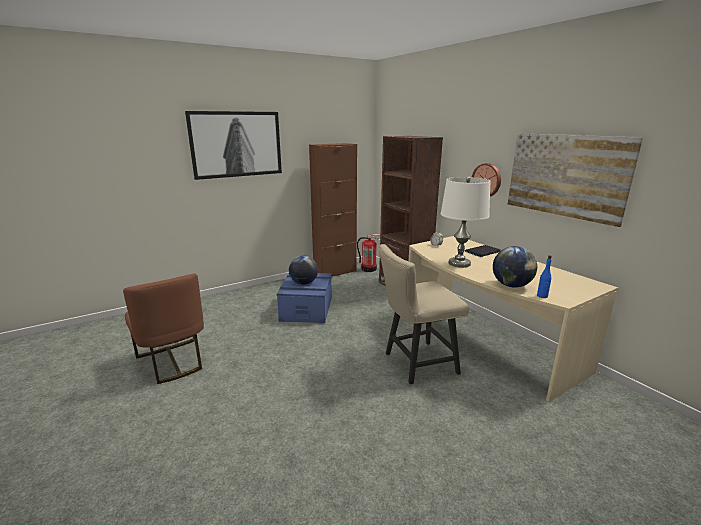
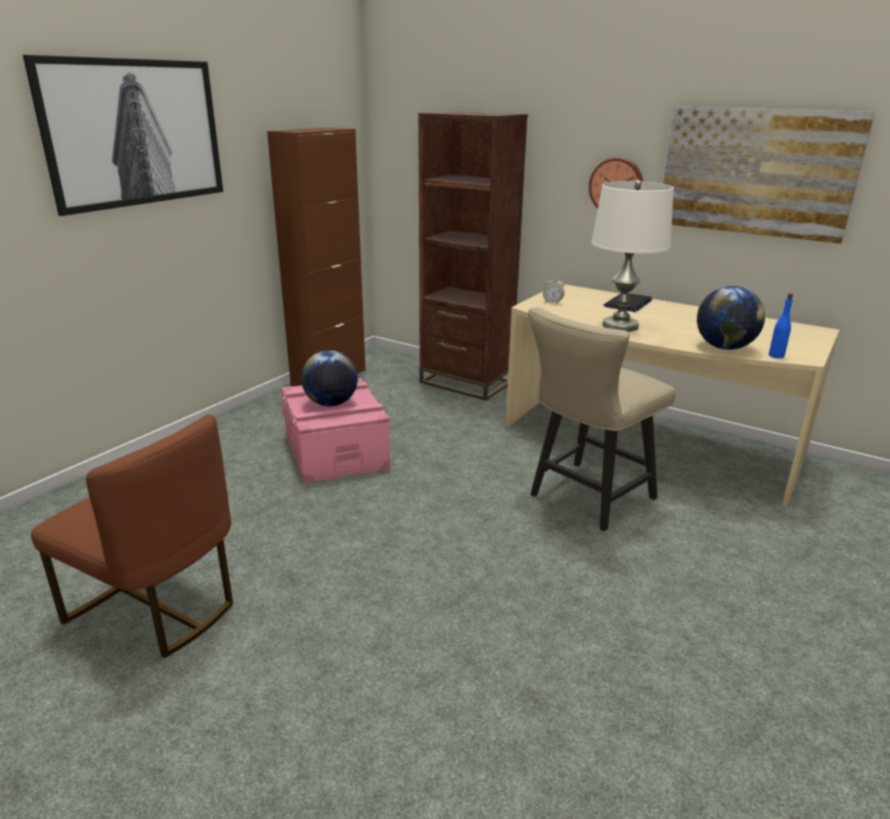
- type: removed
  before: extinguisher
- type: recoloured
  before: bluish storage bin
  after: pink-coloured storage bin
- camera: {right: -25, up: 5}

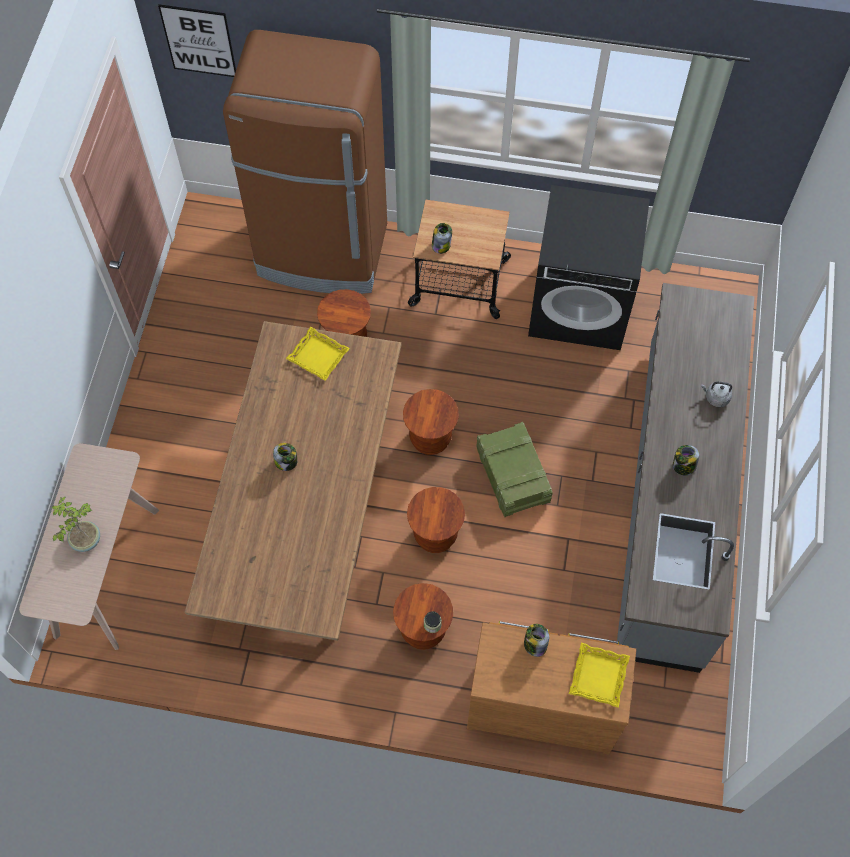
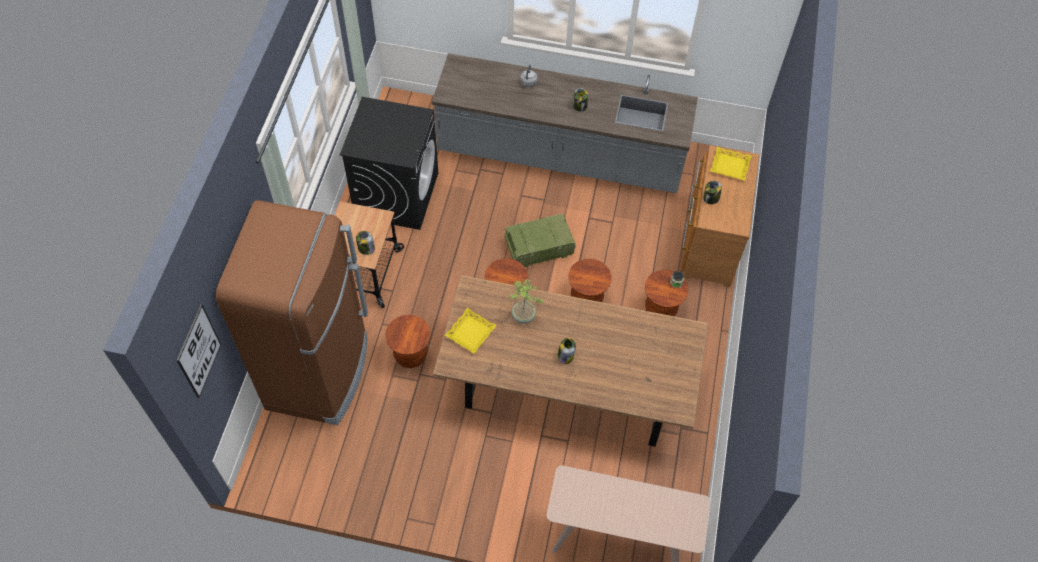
- type: moved
  before: potted plant
- camera: {right: -90, up: -5}

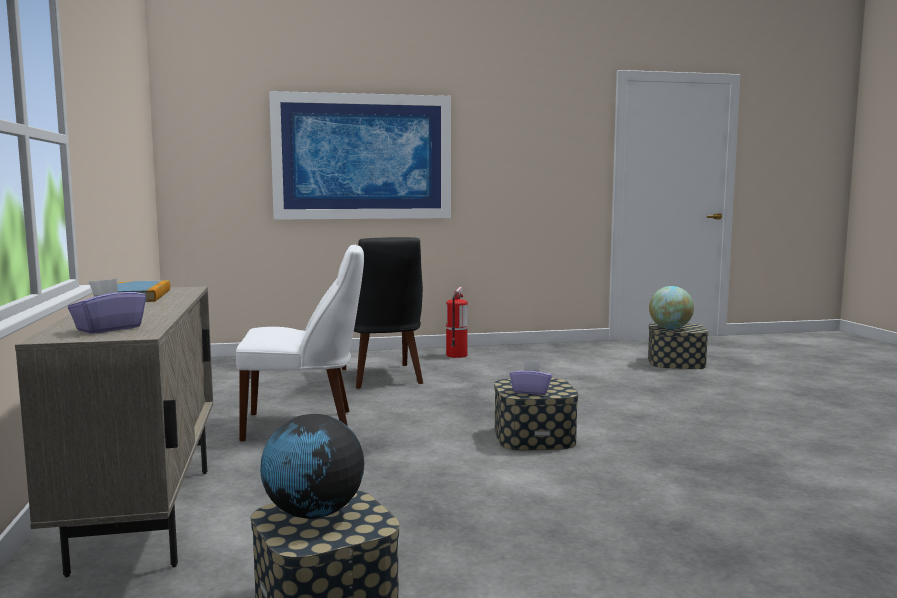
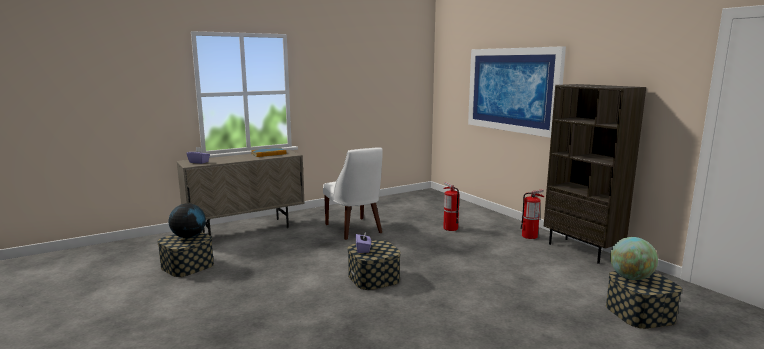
- type: replaced
  before: black-coloured plain chair
  after: extinguisher (1st from left)
- type: added
  after: brown bookshelf
- camera: {right: 70, up: 5}

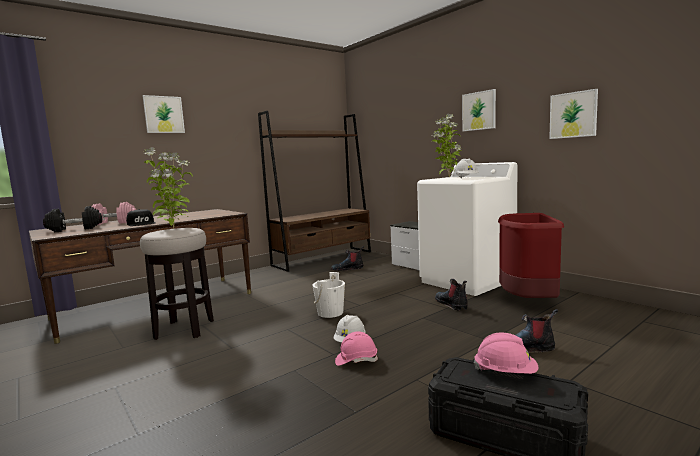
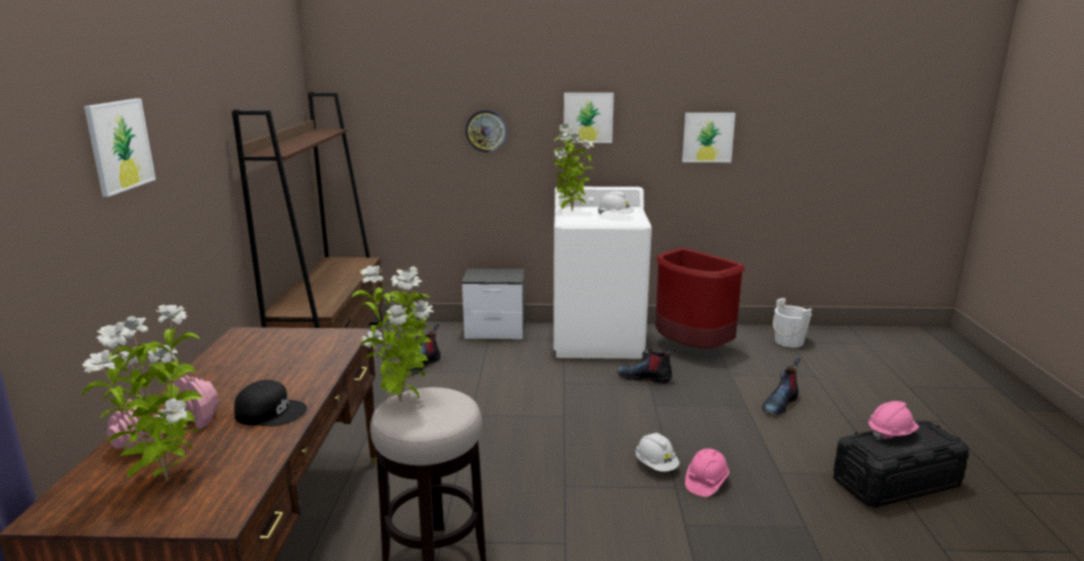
- type: replaced
  before: black-coloured hand weight
  after: potted plant (1st from left)
- type: moved
  before: whitish pail
- type: added
  after: clock on the wall
- camera: {right: -50, up: 10}

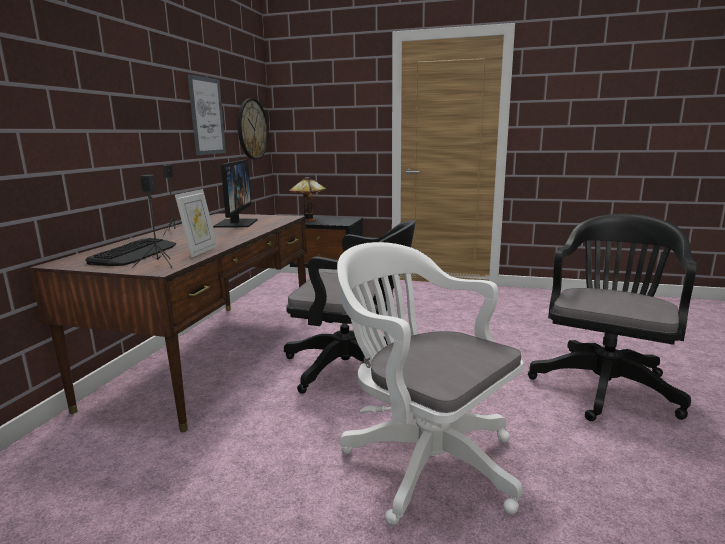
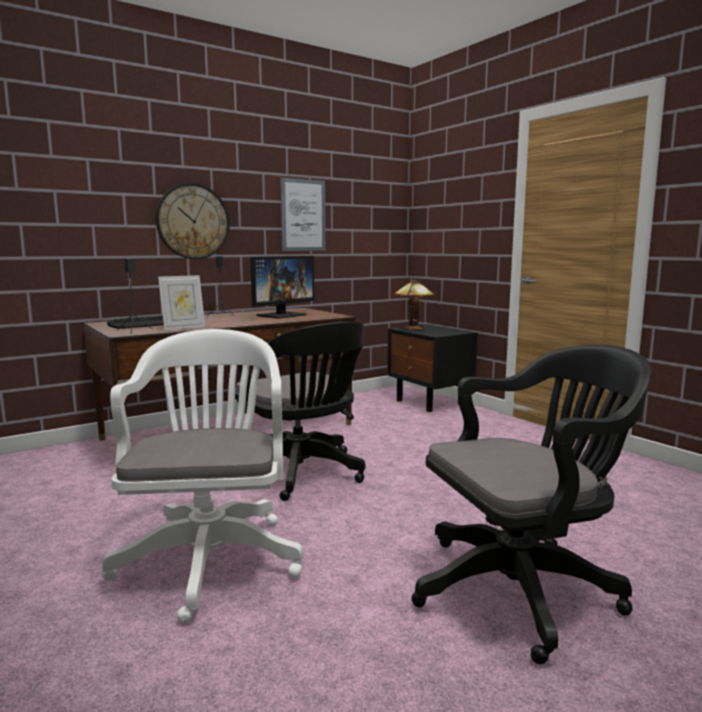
- type: moved
  before: clock on the wall
- camera: {right: 40, up: -5}

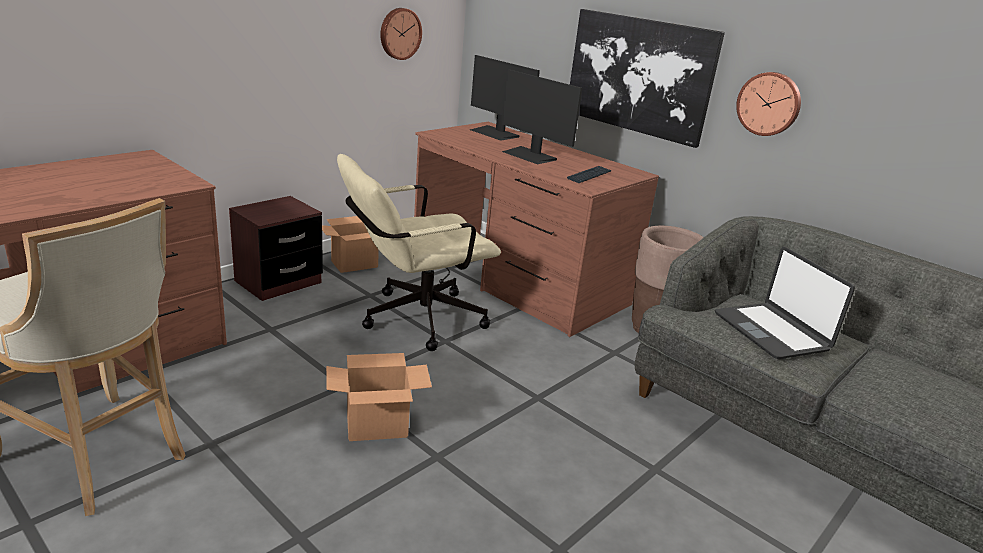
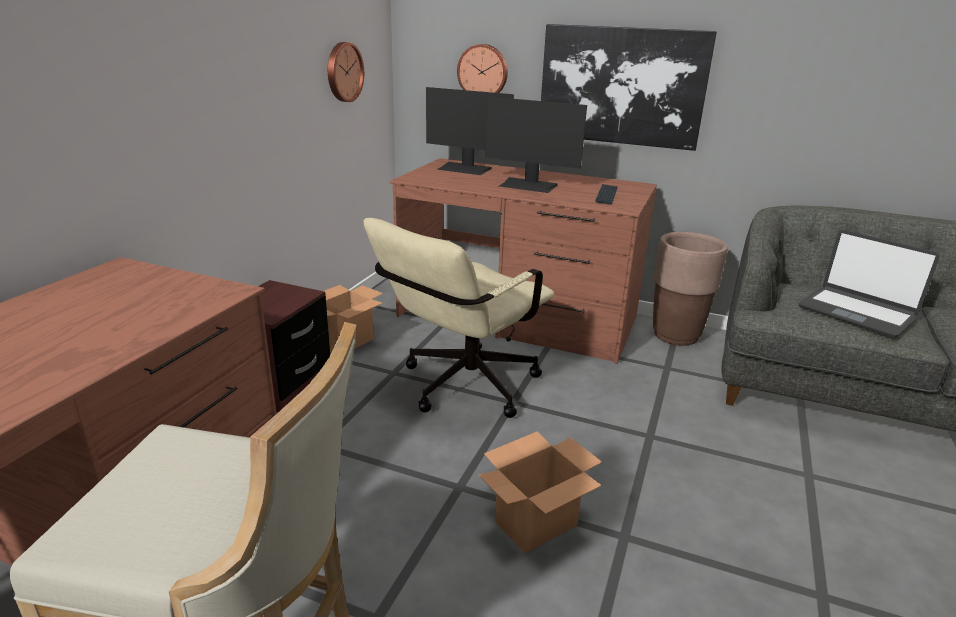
- type: moved
  before: clock on the wall (2nd from left)
- camera: {right: -20, up: 0}

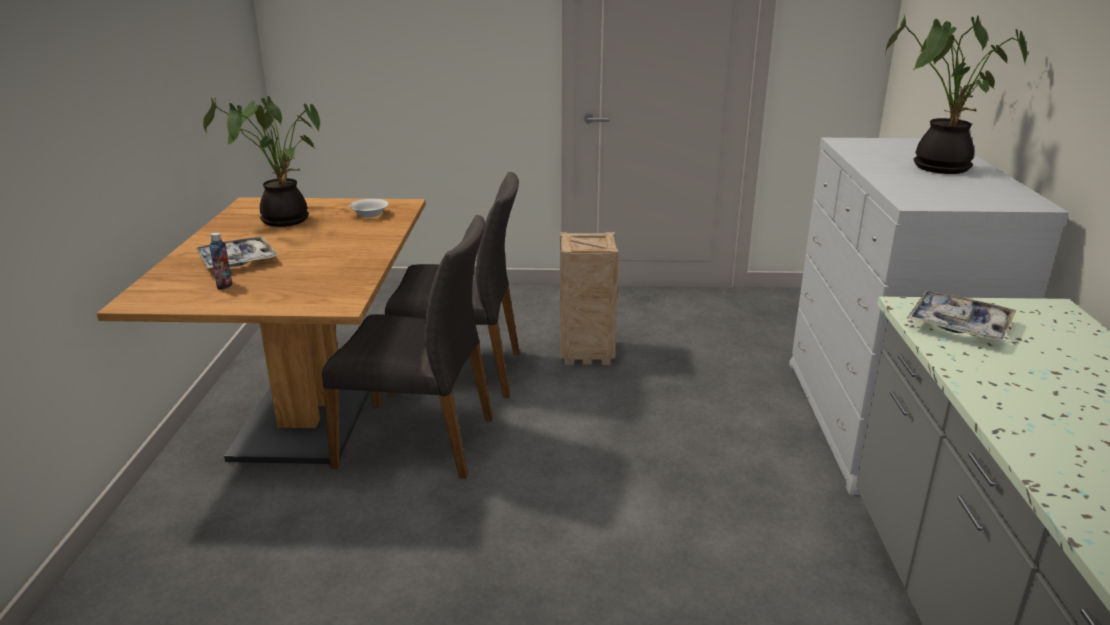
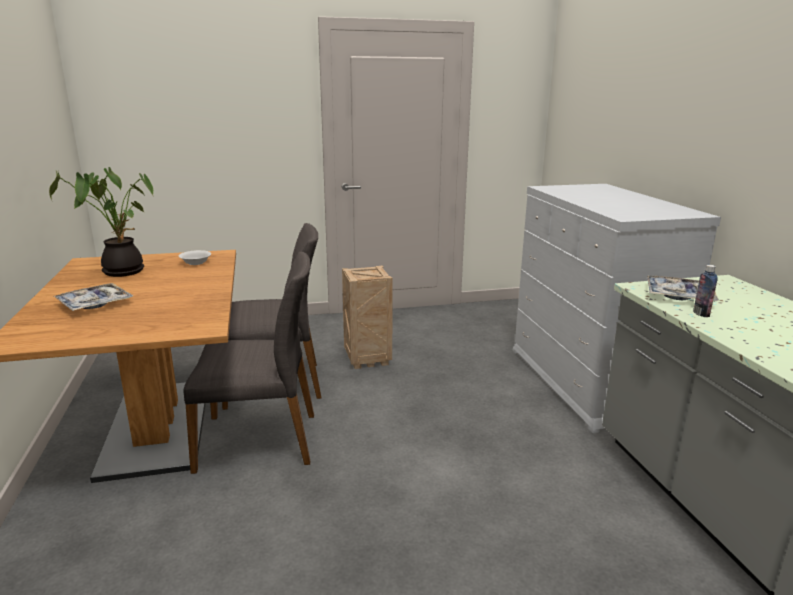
- type: removed
  before: potted plant (2nd from left)
- type: moved
  before: drink bottle
- camera: {right: -15, up: -5}

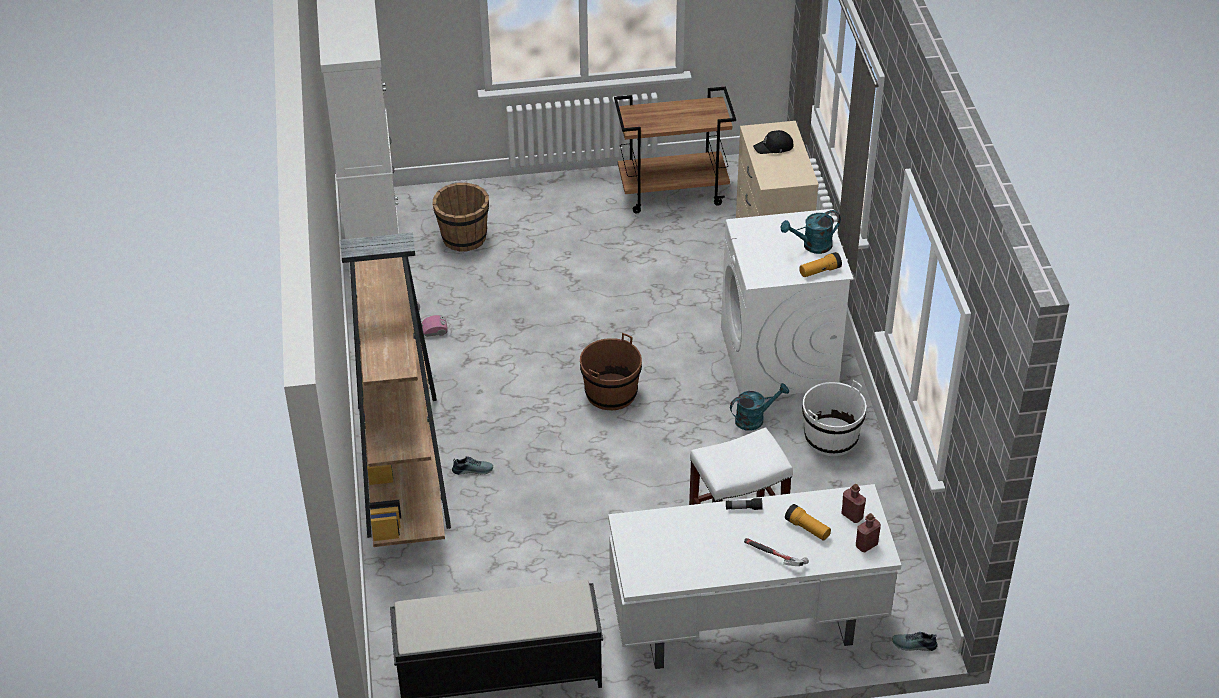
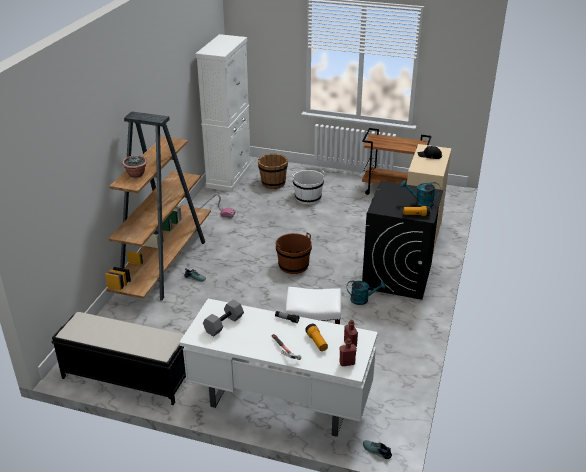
- type: recoloured
  before: whitish laundry appliance
  after: black-coloured laundry appliance
- type: moved
  before: whitish pail
- type: added
  after: potted plant
- type: added
  after: grey hand weight
- camera: {right: 25, up: -10}

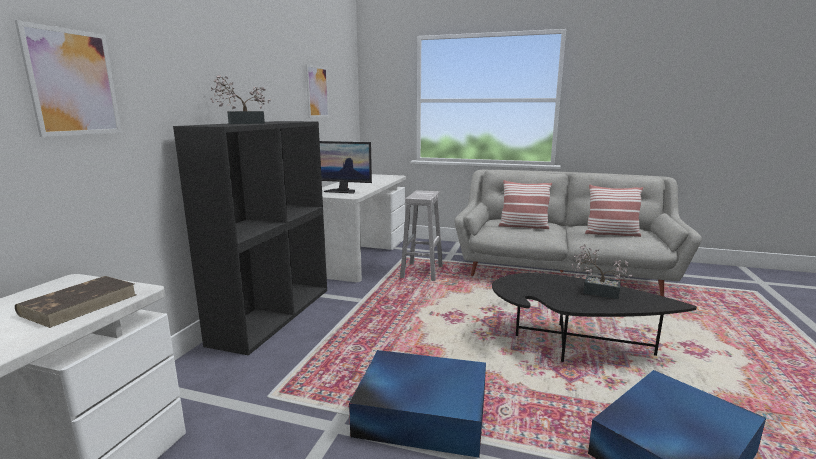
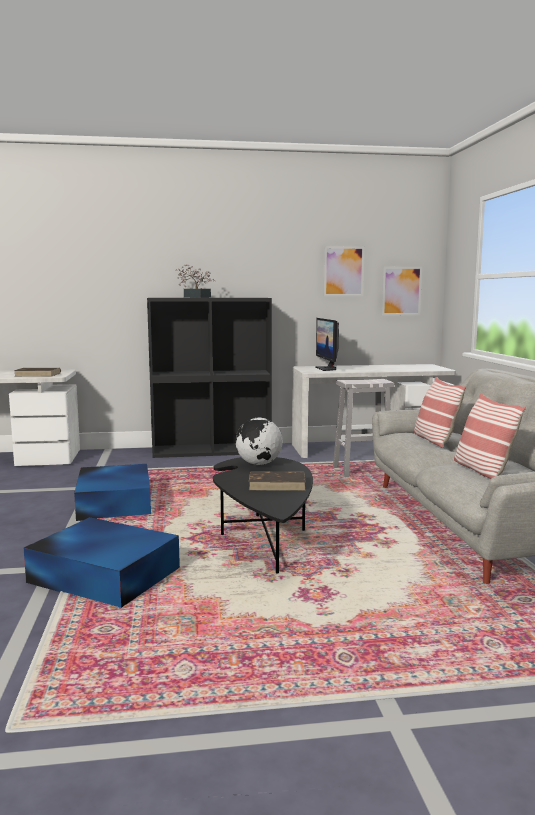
- type: moved
  before: picture (1st from left in the first image)
  after: picture (2nd from left)
- type: replaced
  before: potted plant (2nd from left)
  after: brown bound book (2nd from left)
- type: added
  after: globe
- camera: {right: 65, up: -5}

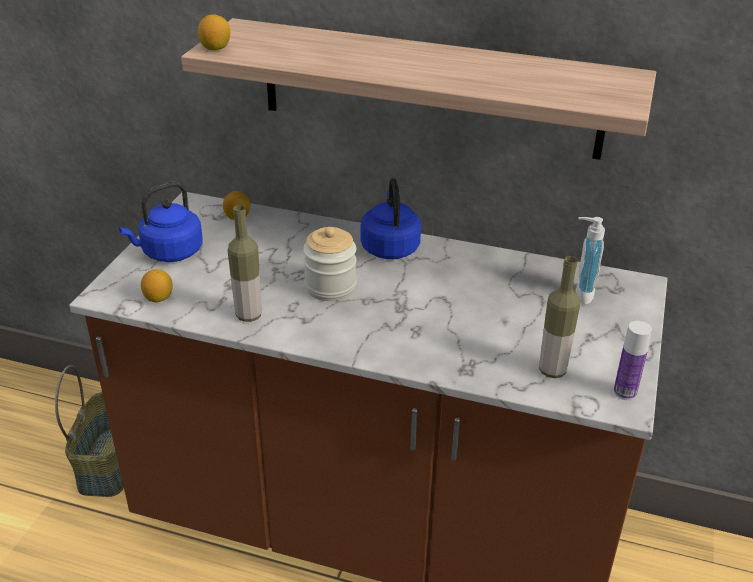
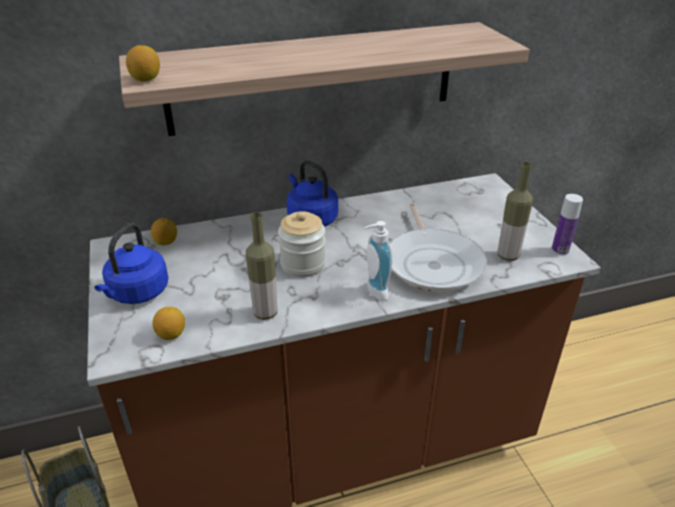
- type: moved
  before: soap dispenser
- type: added
  after: frying pan
- camera: {right: -35, up: 0}

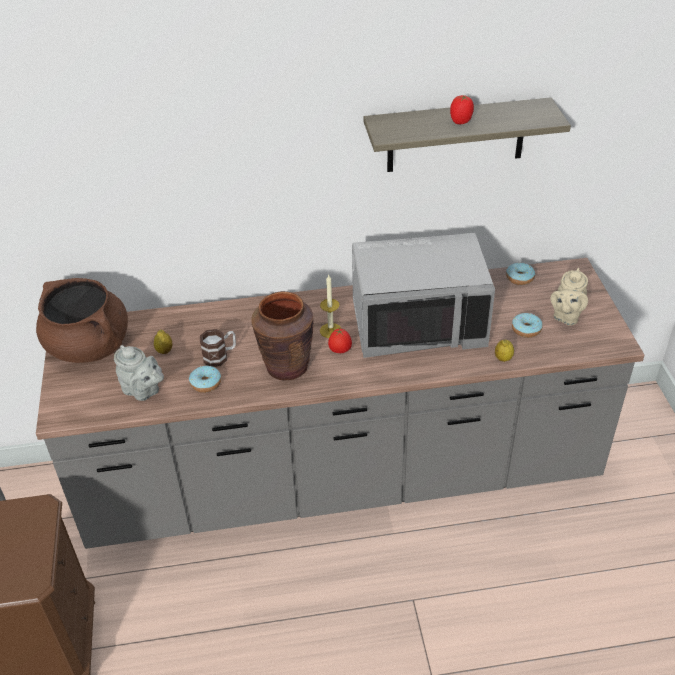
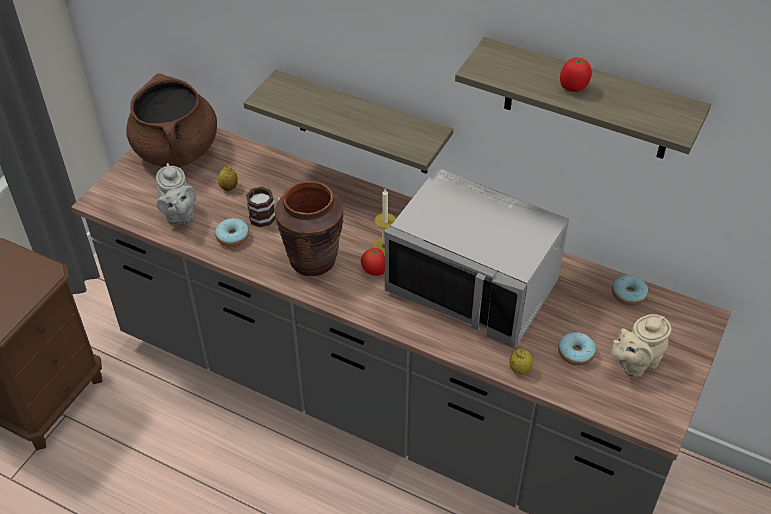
- type: added
  after: bracket shelf (1st from left)
- camera: {right: 35, up: 5}

